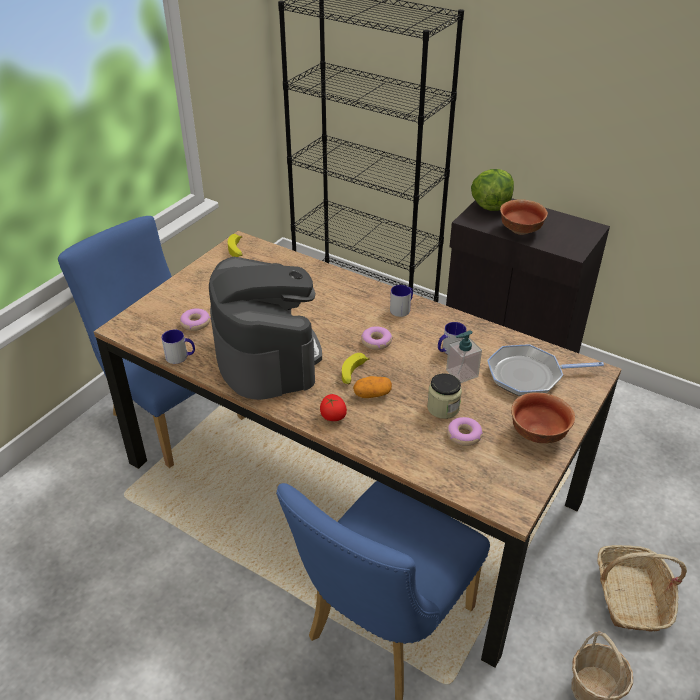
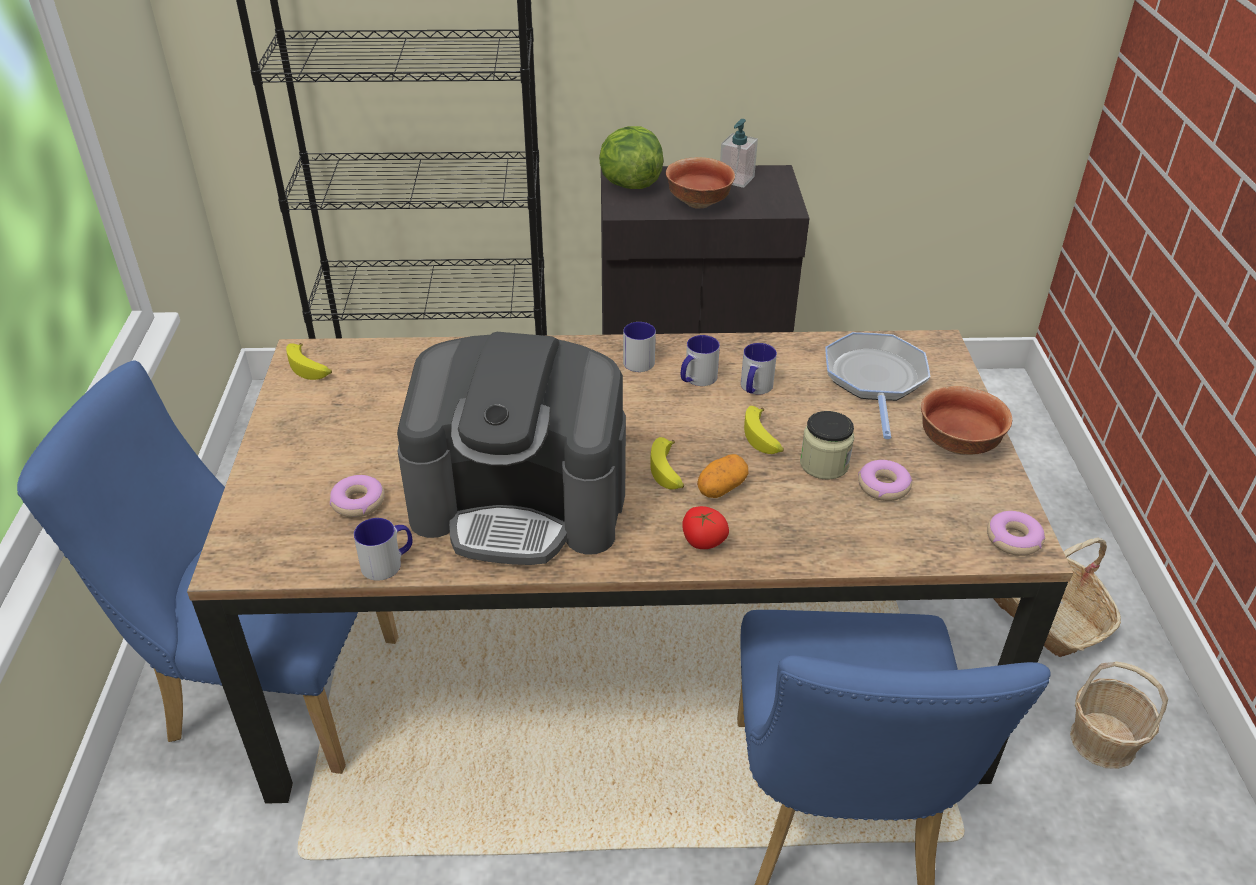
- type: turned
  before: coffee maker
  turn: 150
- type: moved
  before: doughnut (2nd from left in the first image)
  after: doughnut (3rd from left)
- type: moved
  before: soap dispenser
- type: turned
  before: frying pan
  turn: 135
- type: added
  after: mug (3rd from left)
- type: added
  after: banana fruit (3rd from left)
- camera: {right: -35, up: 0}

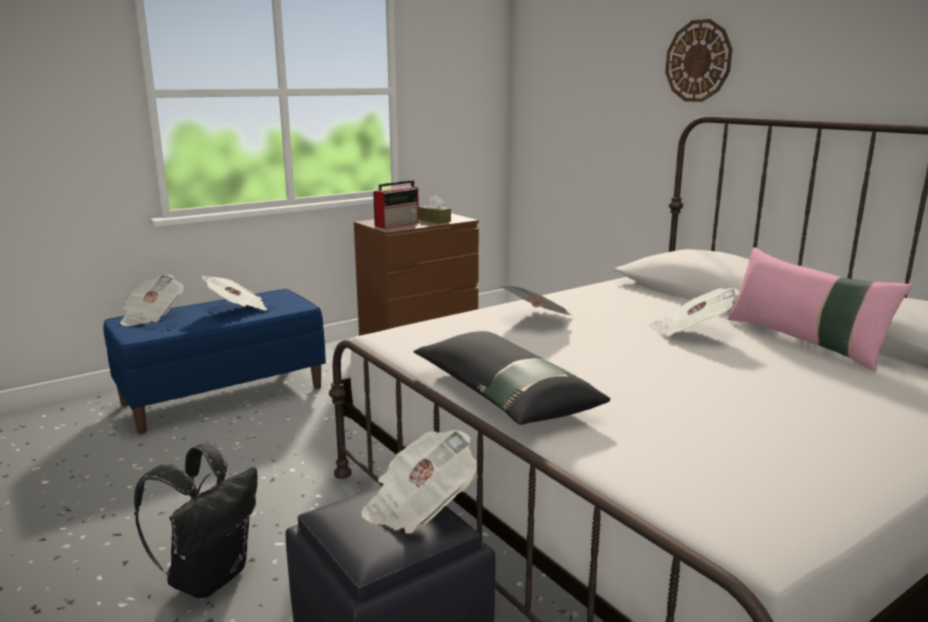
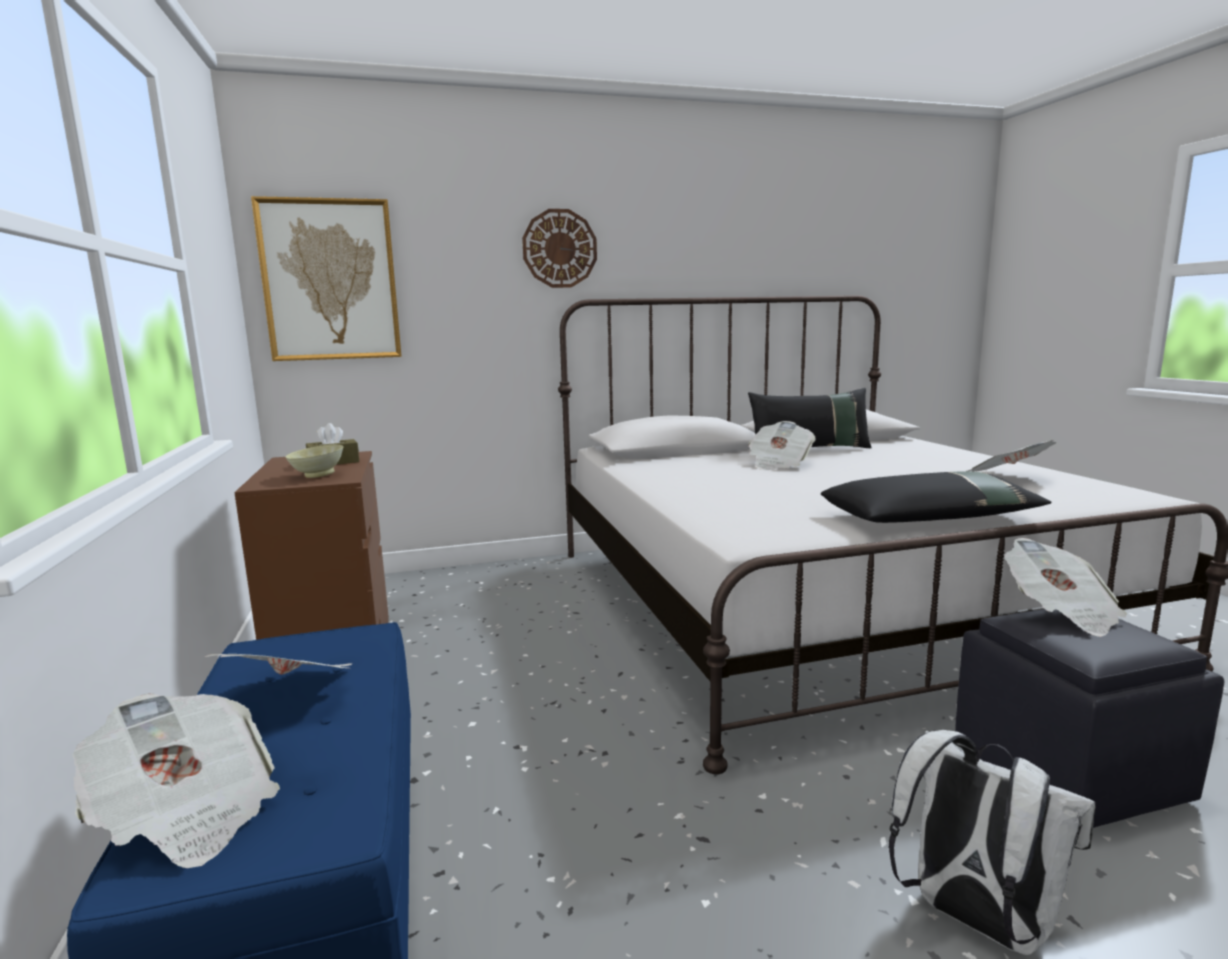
- type: replaced
  before: radio set
  after: beige deep dish
- type: recoloured
  before: pink-coloured pillow
  after: black-coloured pillow (1st from left)
- type: moved
  before: printed paper (4th from left)
- type: recoloured
  before: black-coloured knapsack
  after: whitish knapsack
- type: added
  after: picture
- camera: {right: -70, up: -5}

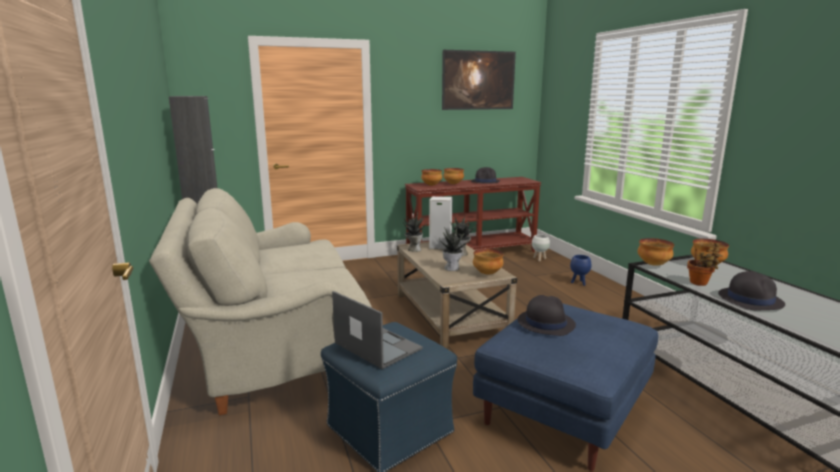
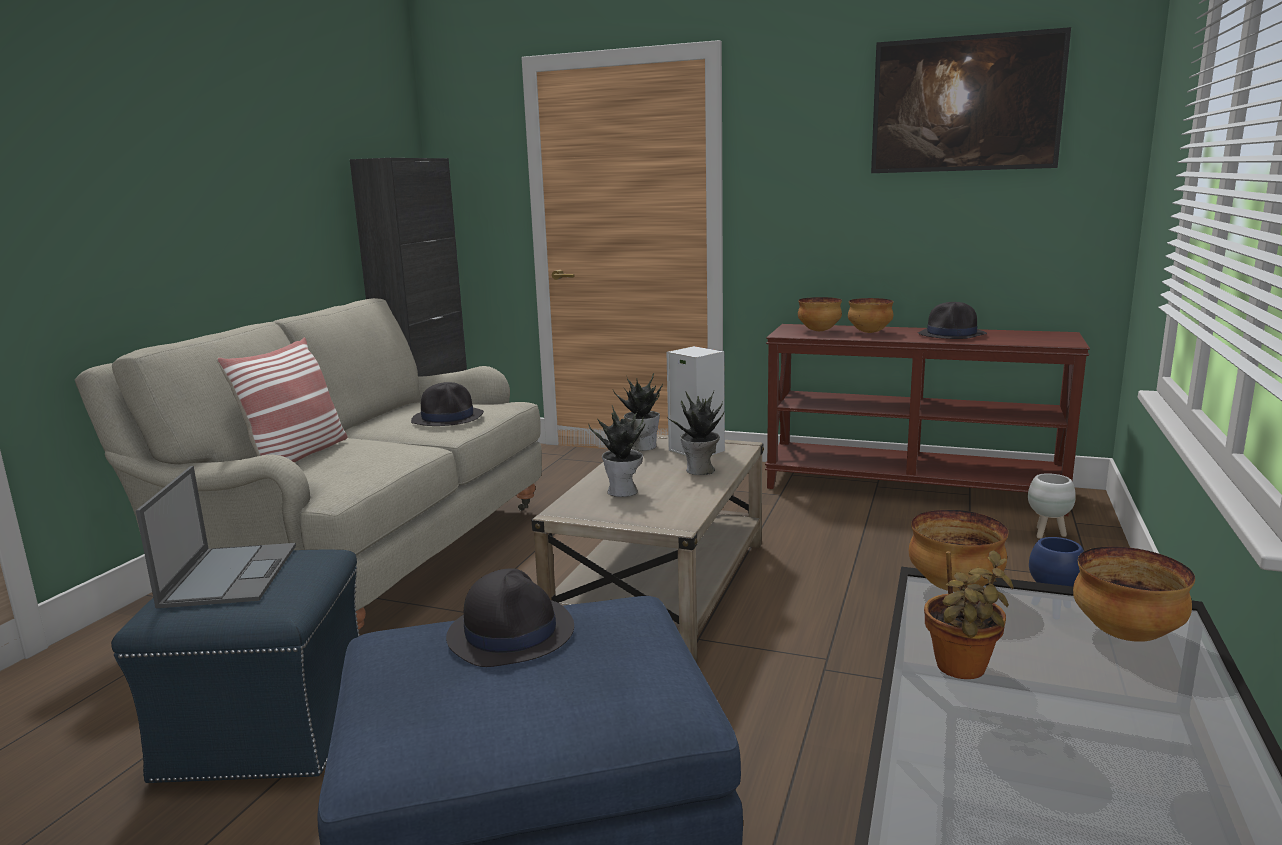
- type: removed
  before: deep dish (3rd from left)
- type: moved
  before: black-coloured wearable hat (3rd from left in the first image)
  after: black-coloured wearable hat (1st from left)
- type: added
  after: pillow
- camera: {right: 40, up: 0}

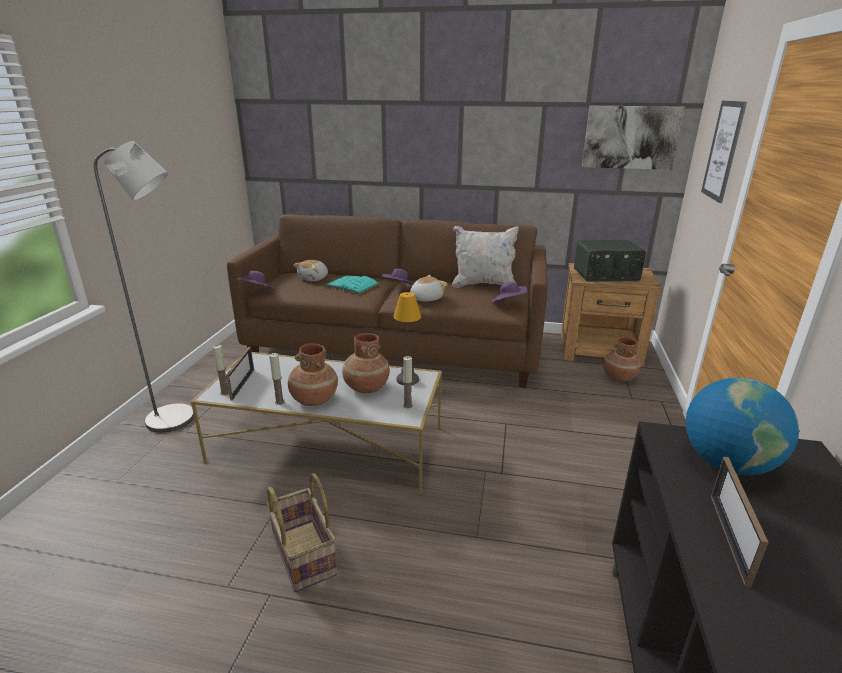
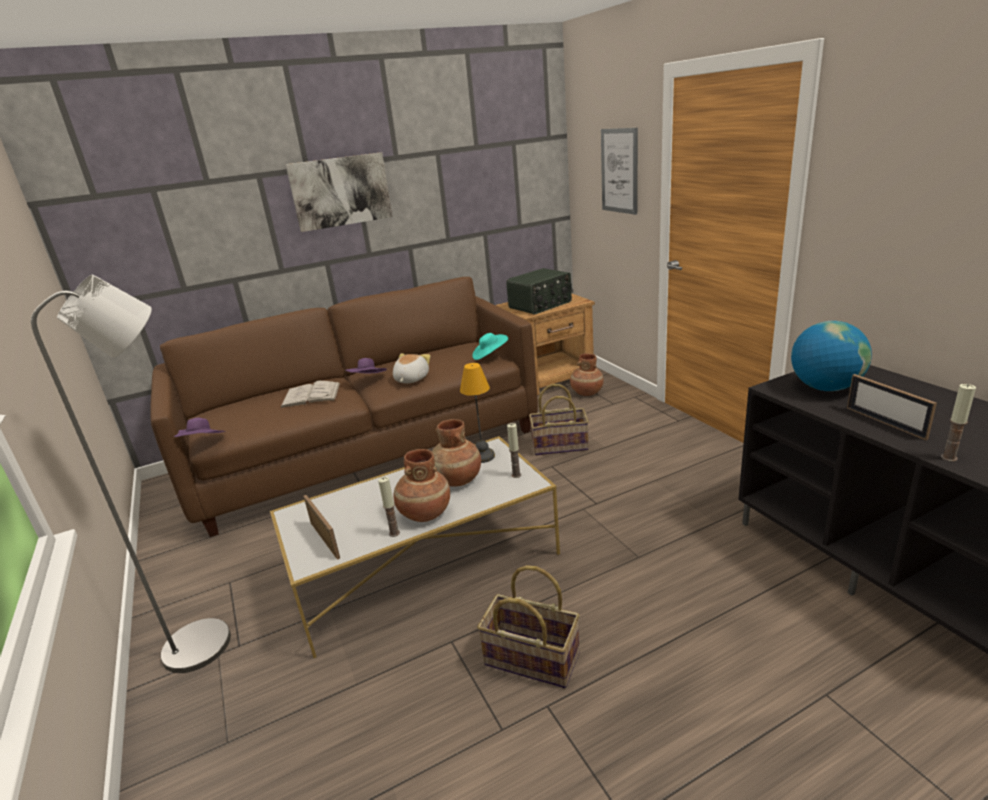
- type: moved
  before: picture (1st from left)
- type: removed
  before: whitish pillow
- type: removed
  before: soft toy (1st from left)
- type: recoloured
  before: turquoise bound book
  after: whitish bound book
- type: recoloured
  before: purplish wearable hat (3rd from left)
  after: turquoise wearable hat
- type: moved
  before: wax light (1st from left in the first image)
  after: wax light (3rd from left)
- type: added
  after: household basket (2nd from left)
- camera: {right: -35, up: 0}

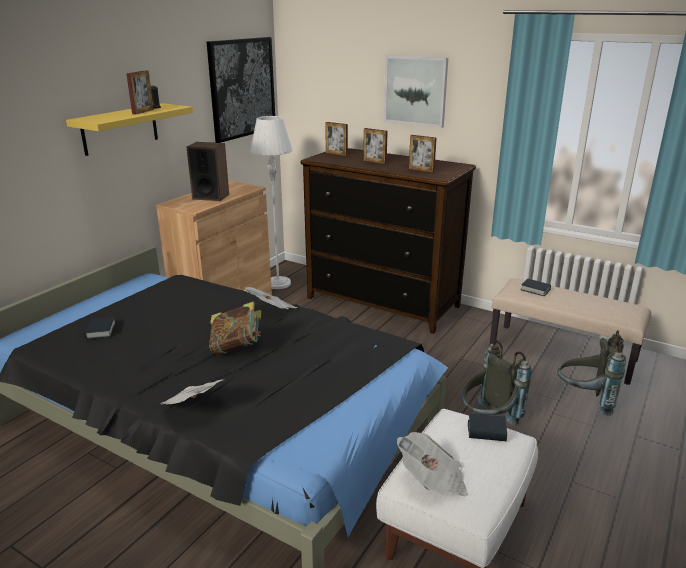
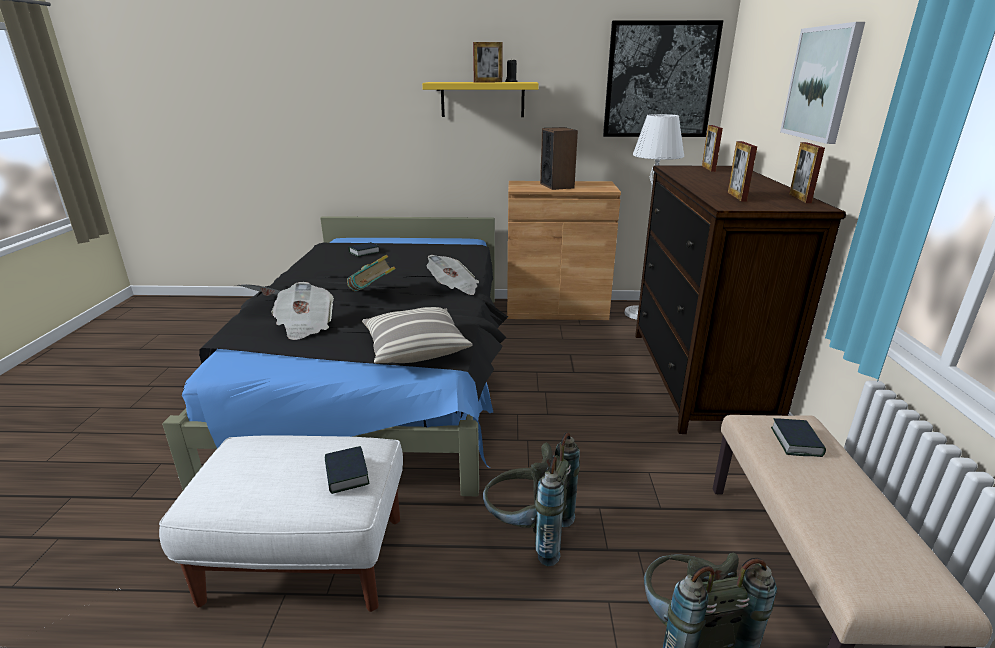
- type: moved
  before: standing frame (3rd from left in the first image)
  after: standing frame (4th from left)
- type: moved
  before: printed paper (3rd from left in the first image)
  after: printed paper (2nd from left)
- type: added
  after: pillow
- camera: {right: 60, up: 0}

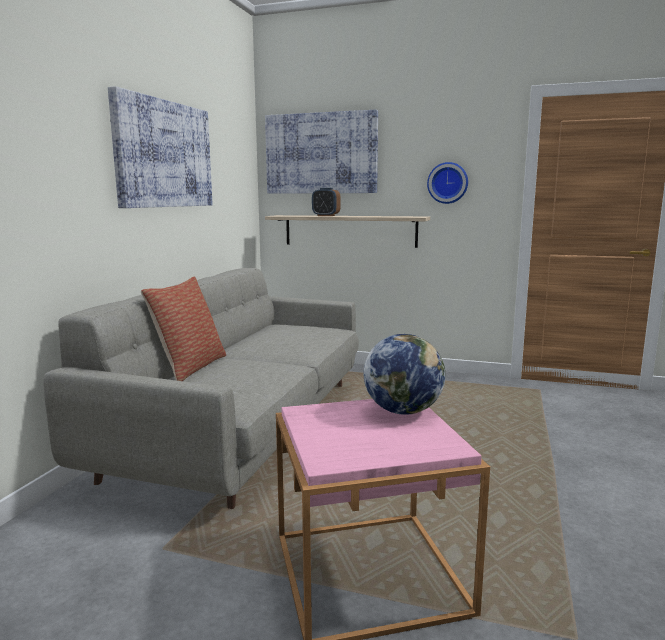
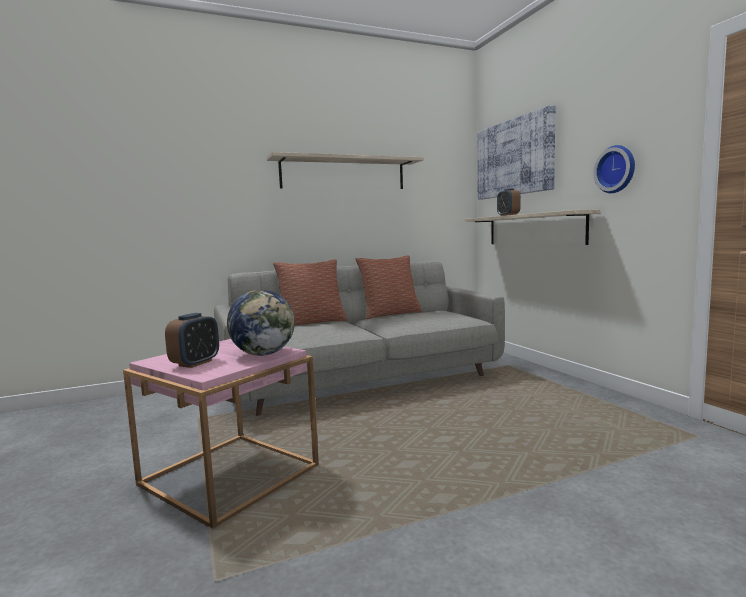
- type: replaced
  before: picture (1st from left)
  after: bracket shelf (1st from left)
- type: added
  after: pillow (2nd from left)
- type: added
  after: alarm clock (1st from left)
- camera: {right: 50, up: -5}

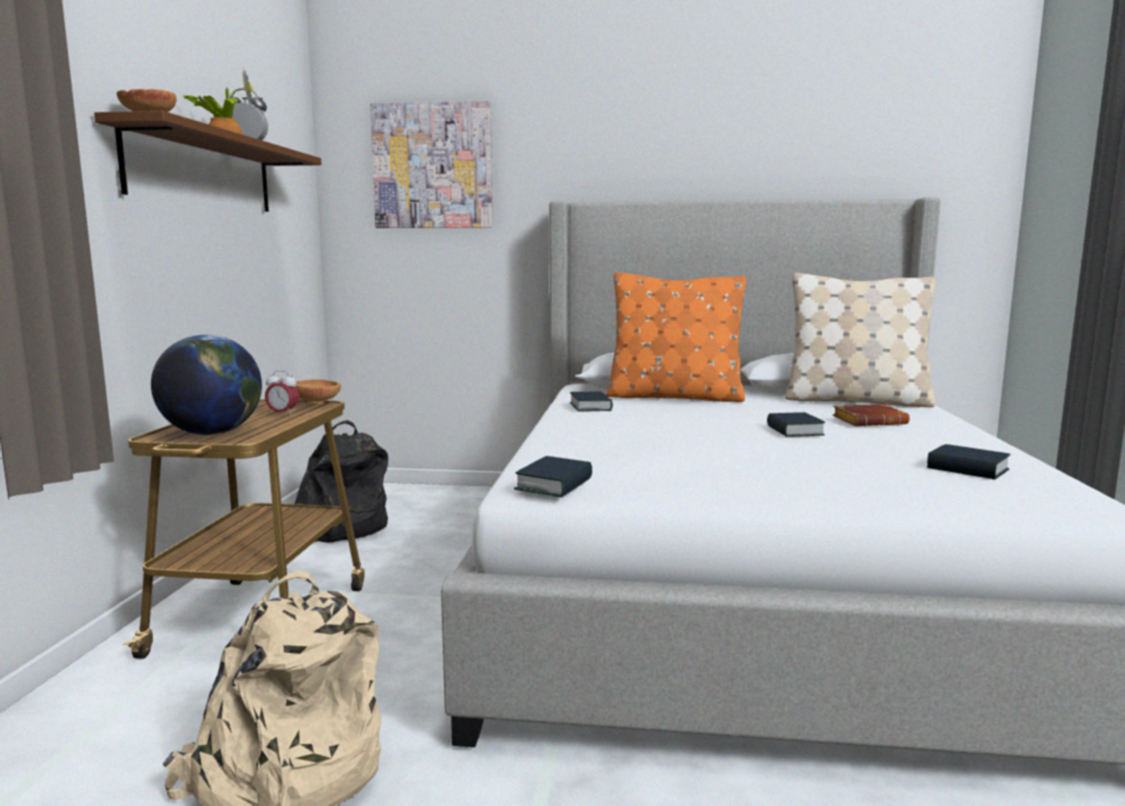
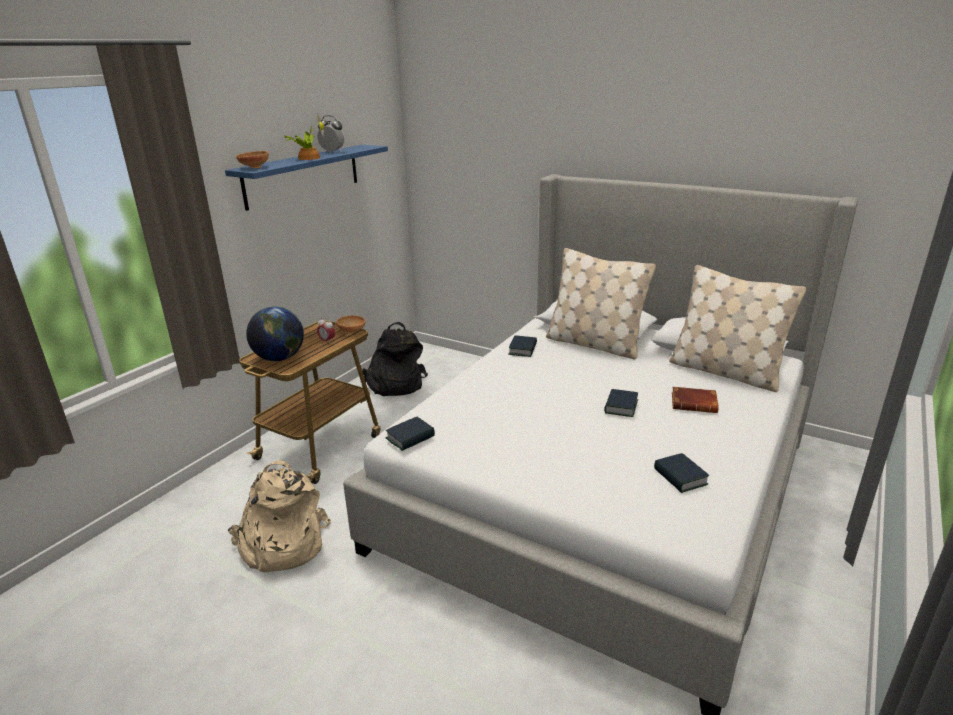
- type: removed
  before: picture
- type: recoloured
  before: brown bracket shelf
  after: bluish bracket shelf
- type: recoloured
  before: orangey pillow
  after: beige pillow (1st from left)
- camera: {right: 25, up: 15}

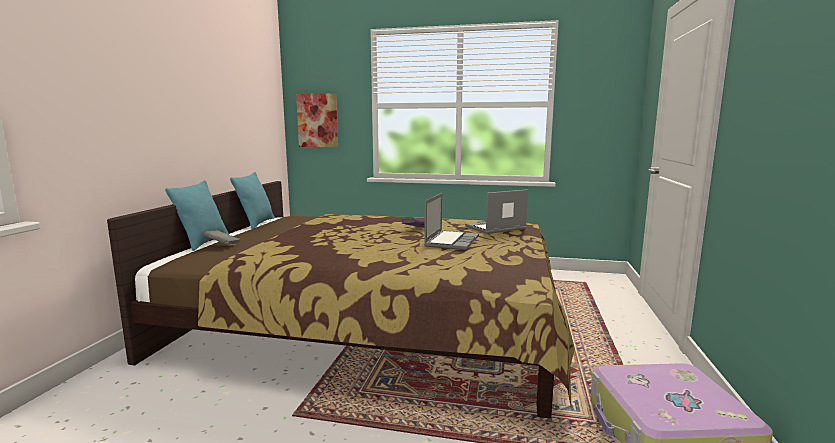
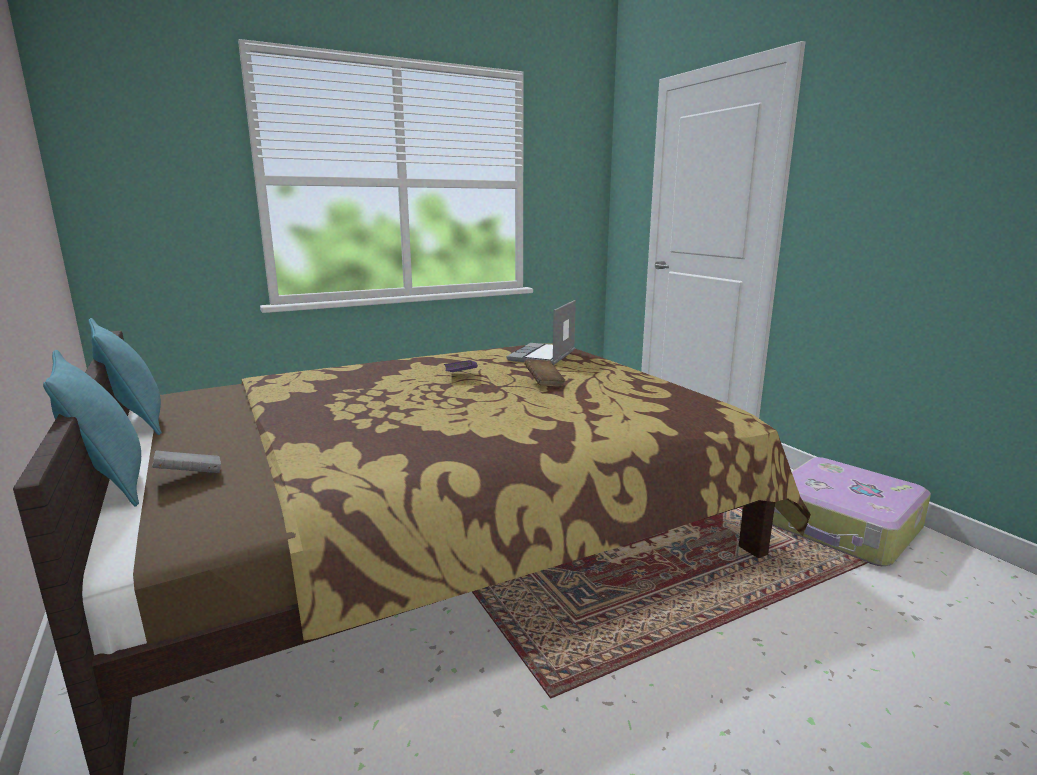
- type: removed
  before: picture
- type: replaced
  before: laptop (1st from left)
  after: brown bound book
- camera: {right: -40, up: 5}

